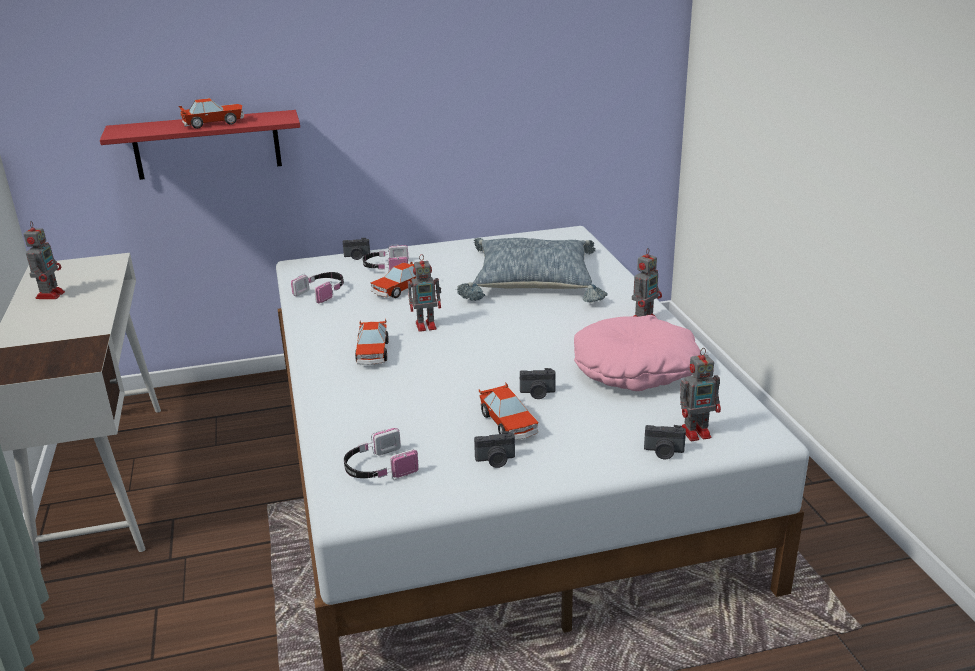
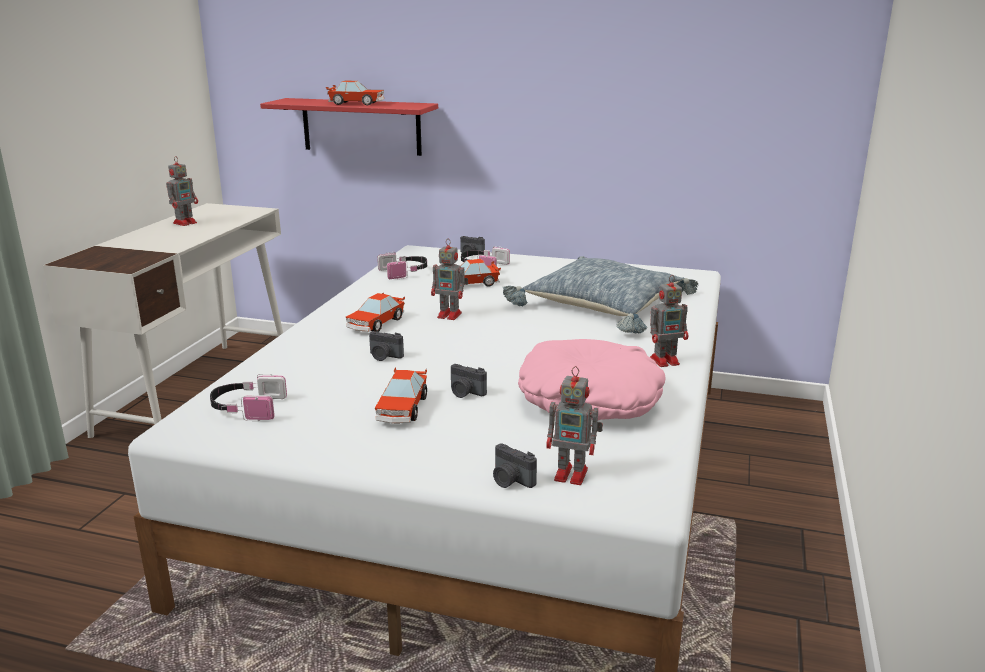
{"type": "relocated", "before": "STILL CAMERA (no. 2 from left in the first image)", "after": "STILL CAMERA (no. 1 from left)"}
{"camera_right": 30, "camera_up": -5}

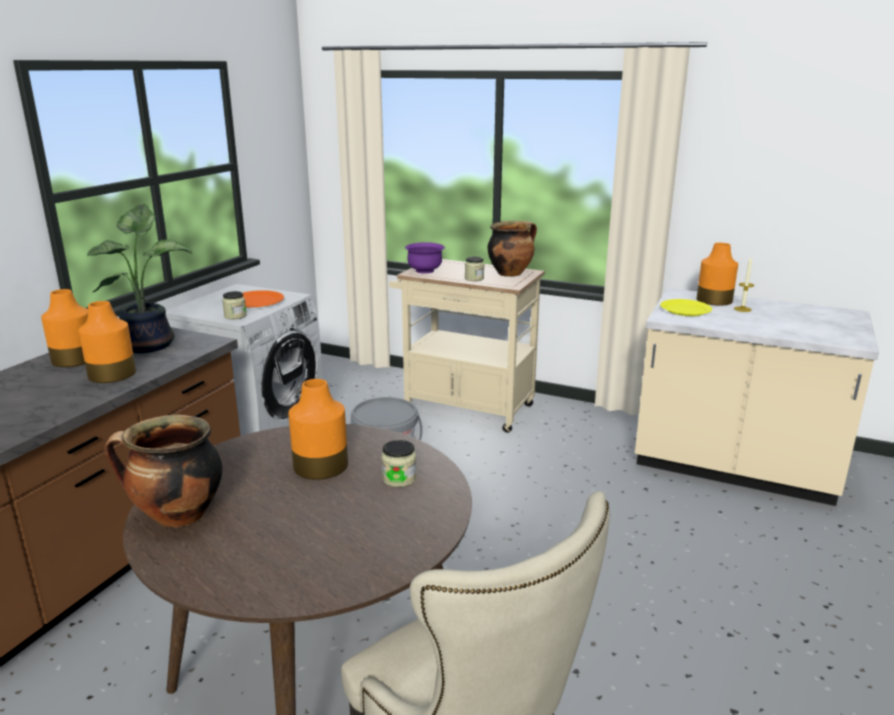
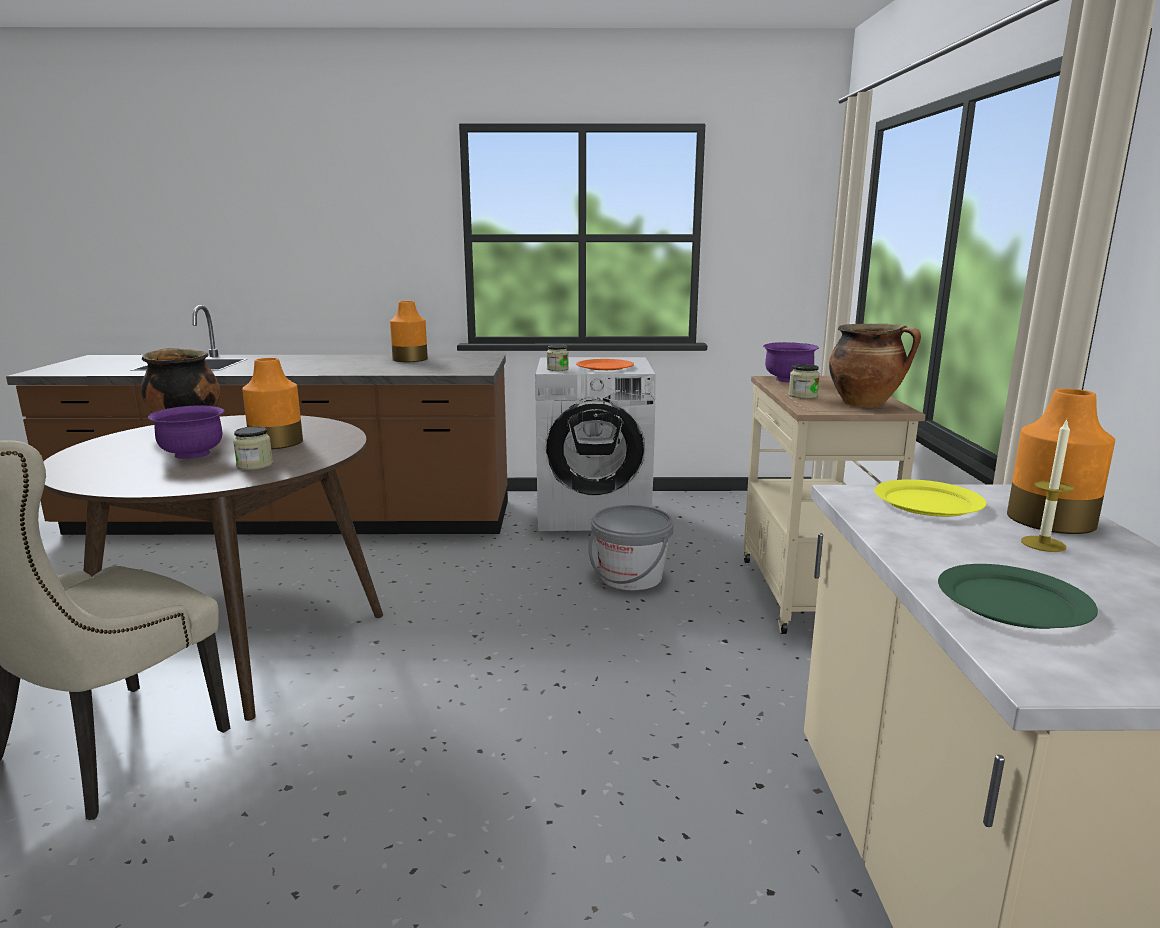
{"type": "appeared", "after": "PURPLISH BOWL (no. 1 from left)"}
{"type": "appeared", "after": "GREEN PLATE"}
{"type": "missing", "before": "ORANGE VASE (no. 2 from left)"}
{"type": "missing", "before": "POTTED PLANT"}
{"camera_right": 65, "camera_up": -5}

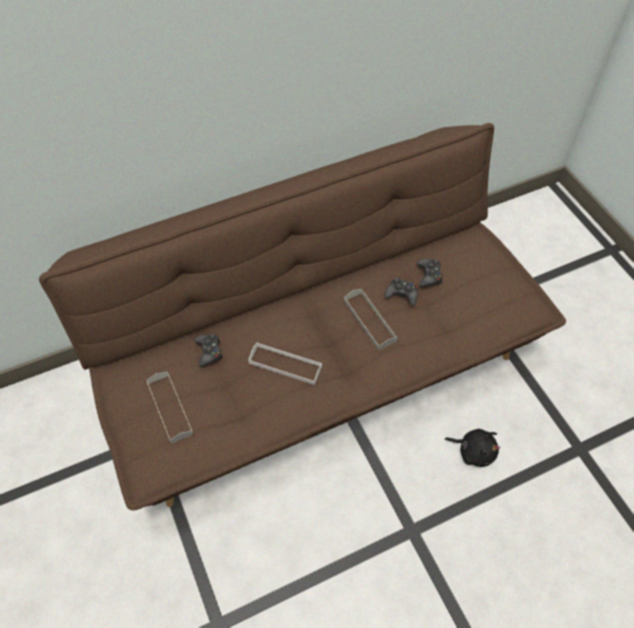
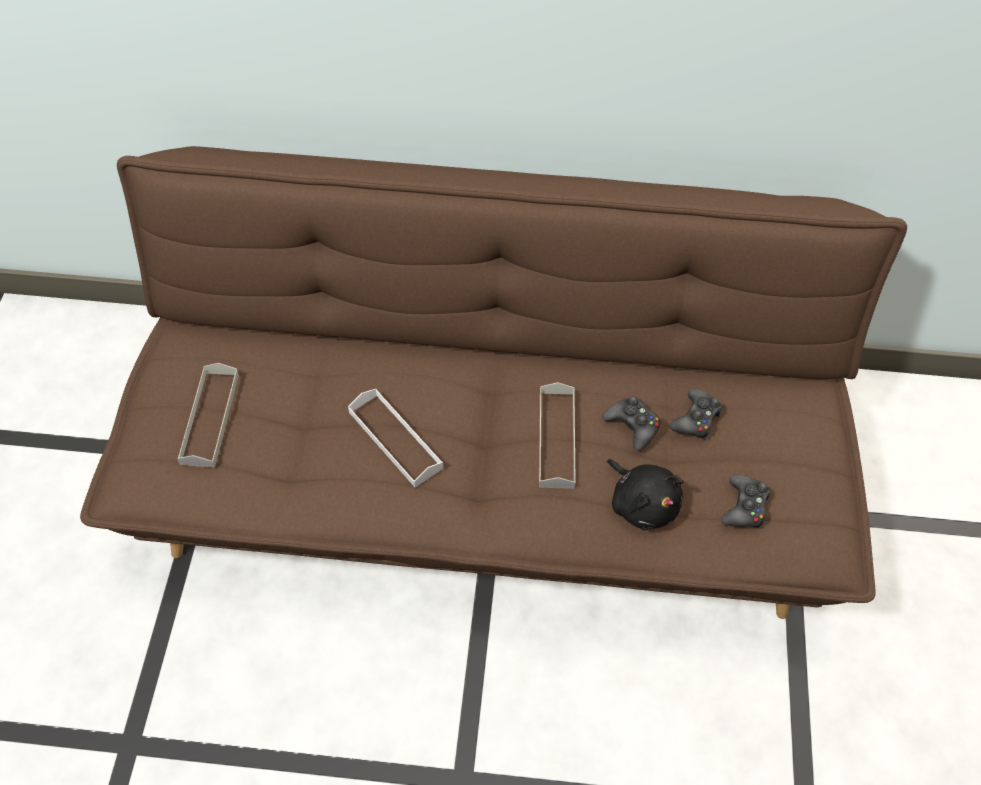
{"type": "relocated", "before": "BLACKISH SOFT TOY"}
{"type": "relocated", "before": "BLACKISH GAME CONTROLLER (no. 1 from left in the first image)", "after": "BLACKISH GAME CONTROLLER (no. 3 from left)"}
{"camera_right": 30, "camera_up": 0}

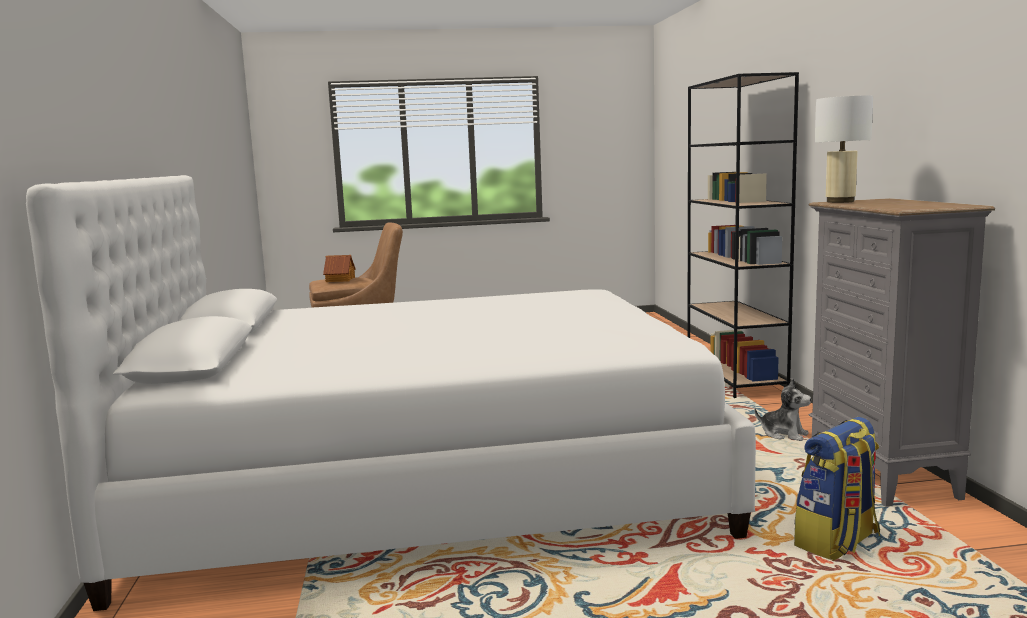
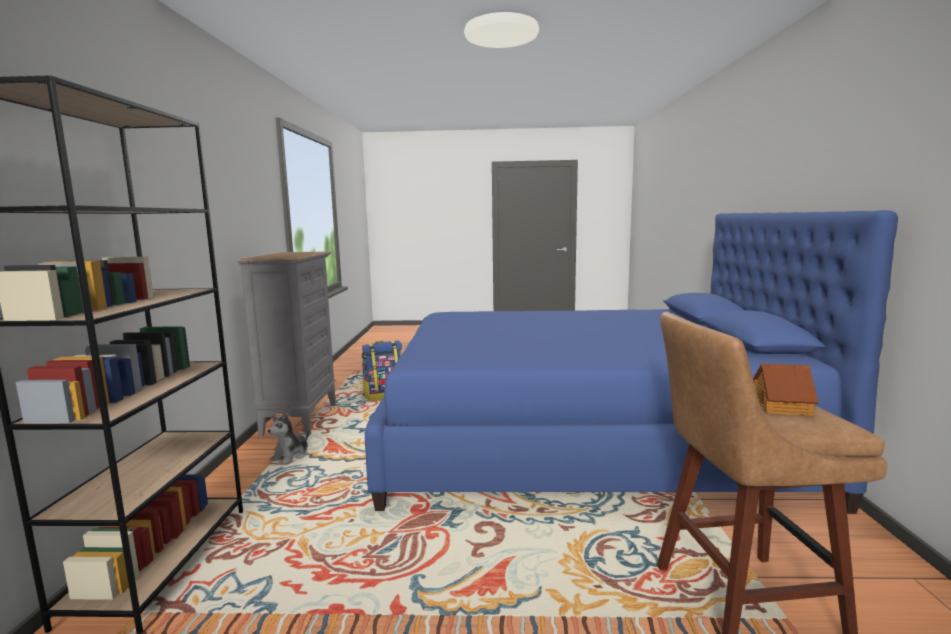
{"type": "spun", "before": "SOFT TOY", "turn": -105}
{"type": "colour", "before": "WHITE-COLOURED BED", "after": "BLUISH BED"}
{"type": "missing", "before": "WHITE-COLOURED TABLETOP LAMP"}
{"camera_right": -170, "camera_up": 0}

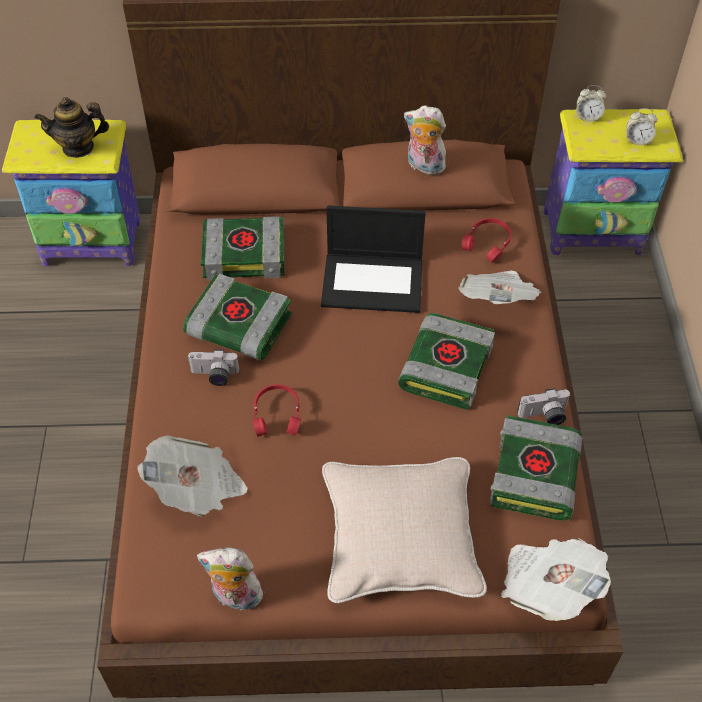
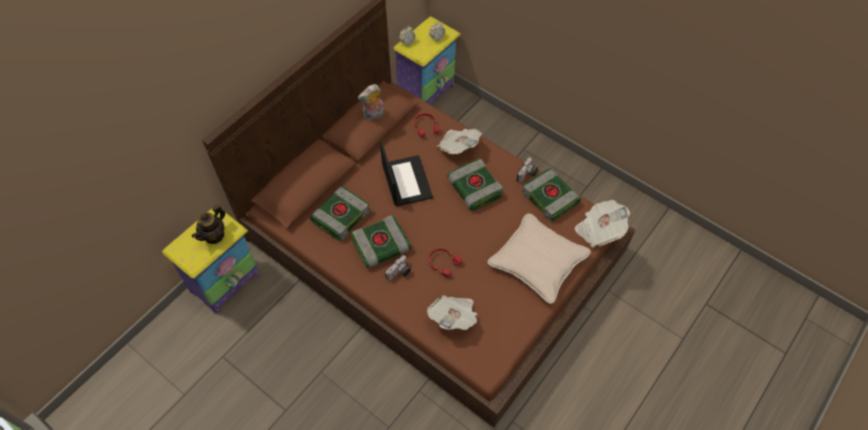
{"type": "spun", "before": "NOTEBOOK COMPUTER", "turn": -60}
{"type": "missing", "before": "SOFT TOY (no. 1 from left)"}
{"camera_right": -50, "camera_up": 5}

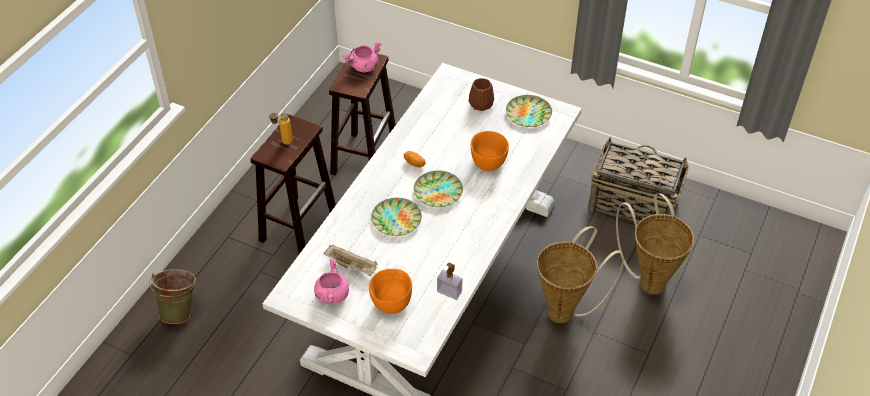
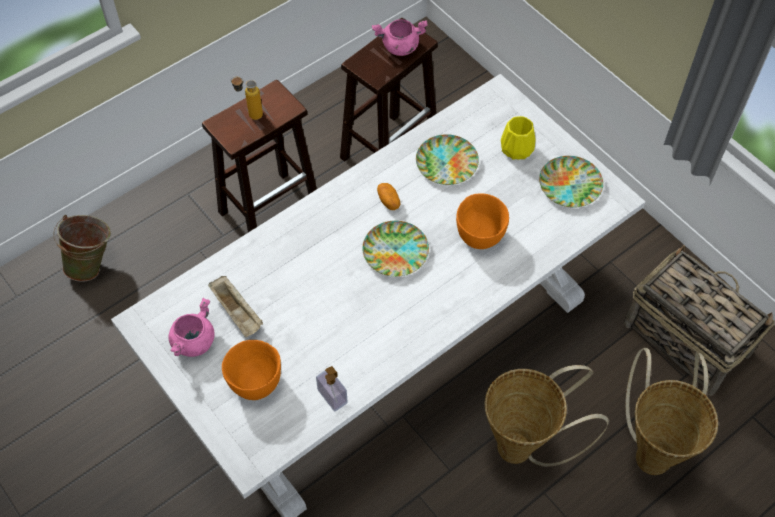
{"type": "relocated", "before": "PLATE (no. 1 from left in the first image)", "after": "PLATE (no. 2 from left)"}
{"type": "colour", "before": "BROWN VASE", "after": "YELLOW VASE"}
{"camera_right": 25, "camera_up": 10}

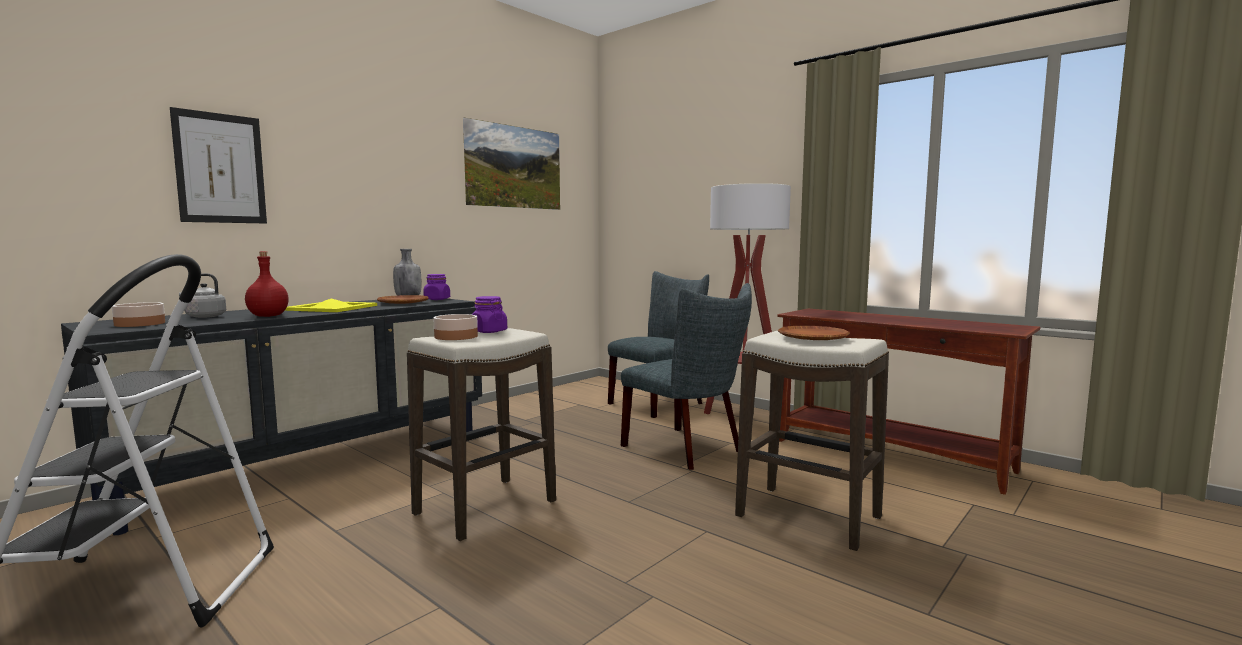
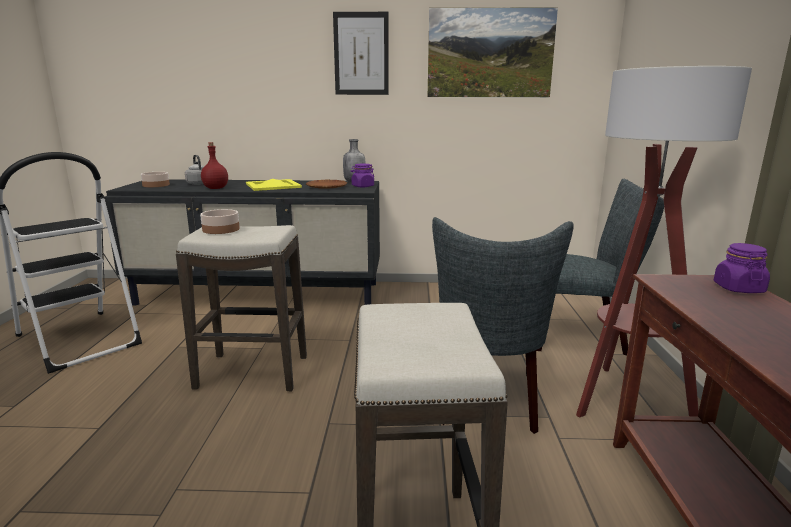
{"type": "relocated", "before": "WALL ART (no. 1 from left)"}
{"type": "relocated", "before": "PURPLISH PRESERVE JAR (no. 2 from left)"}
{"type": "missing", "before": "BROWN PLATE (no. 2 from left)"}
{"camera_right": 50, "camera_up": 10}

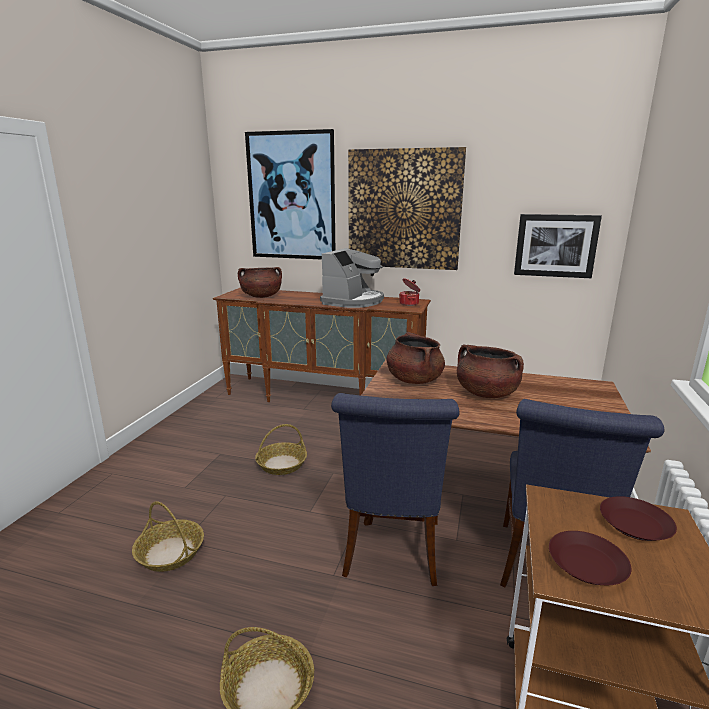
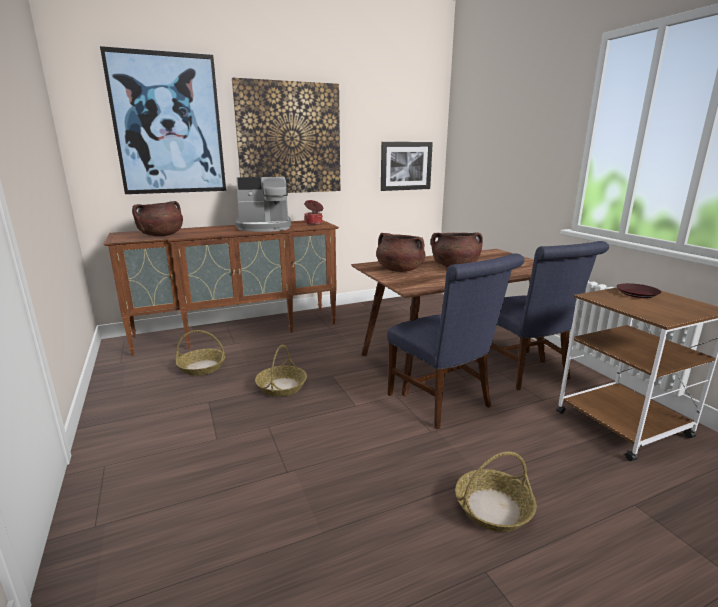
{"type": "relocated", "before": "HOUSEHOLD BASKET (no. 1 from left)"}
{"type": "spun", "before": "COFFEE BREWER", "turn": 90}
{"type": "missing", "before": "BROWN PLATE (no. 1 from left)"}
{"camera_right": -40, "camera_up": 0}

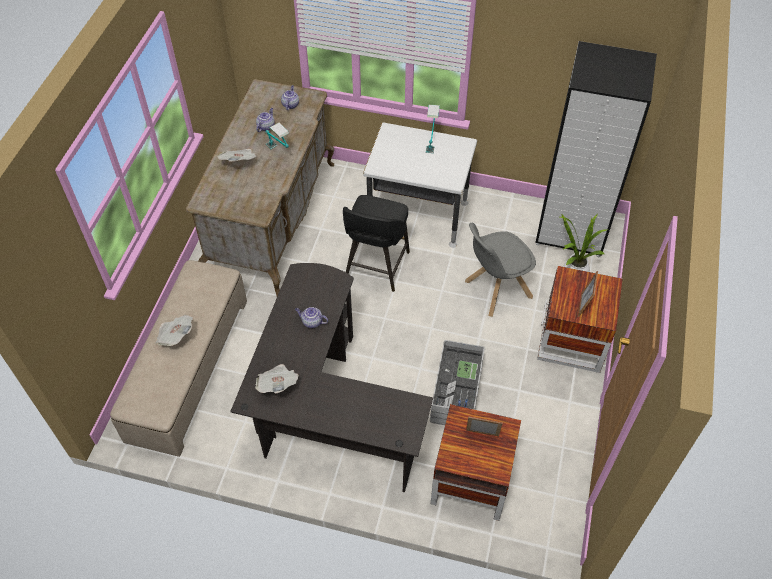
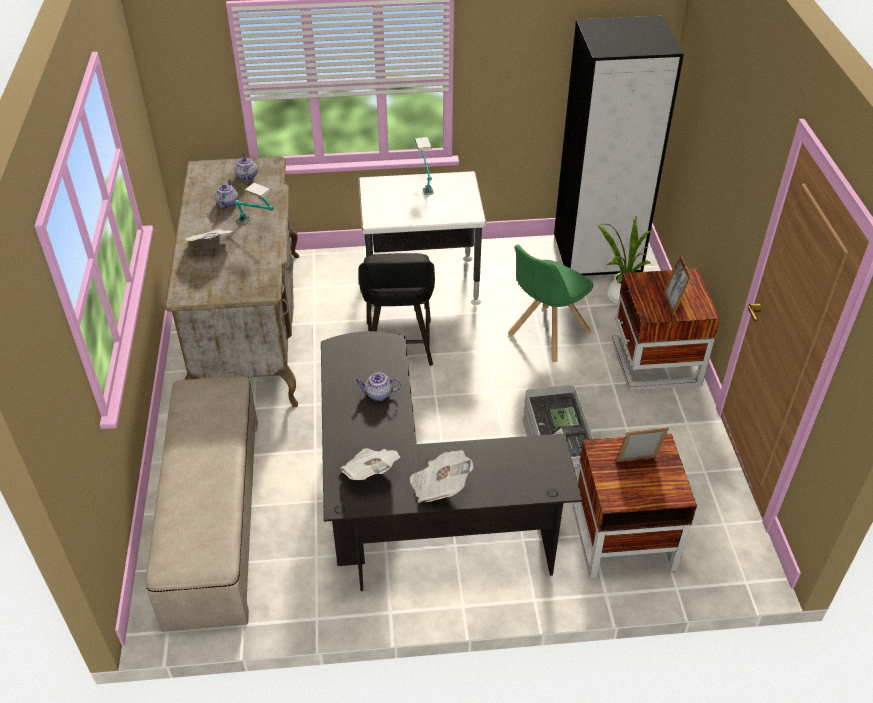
{"type": "relocated", "before": "NEWSPAPER (no. 1 from left in the first image)", "after": "NEWSPAPER (no. 3 from left)"}
{"type": "colour", "before": "GRAY CHAIR", "after": "GREEN CHAIR"}
{"camera_right": -20, "camera_up": -10}

